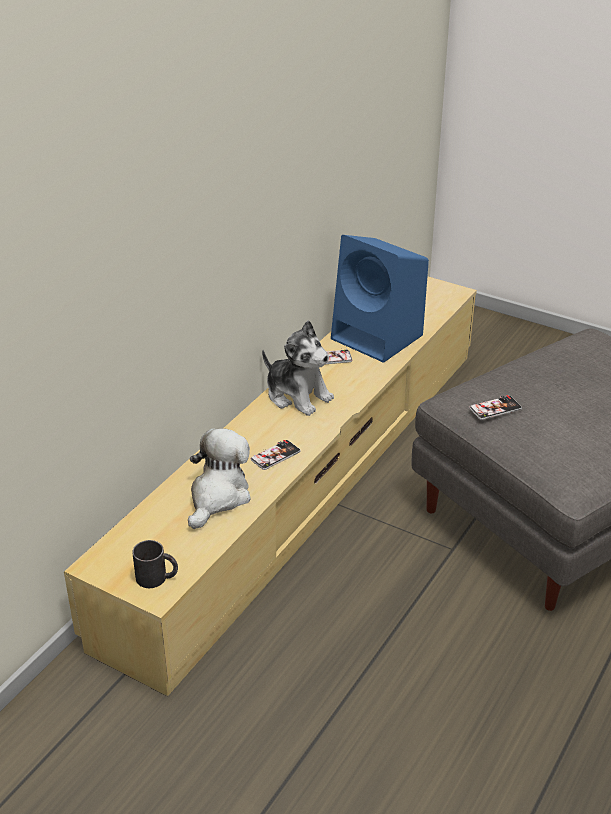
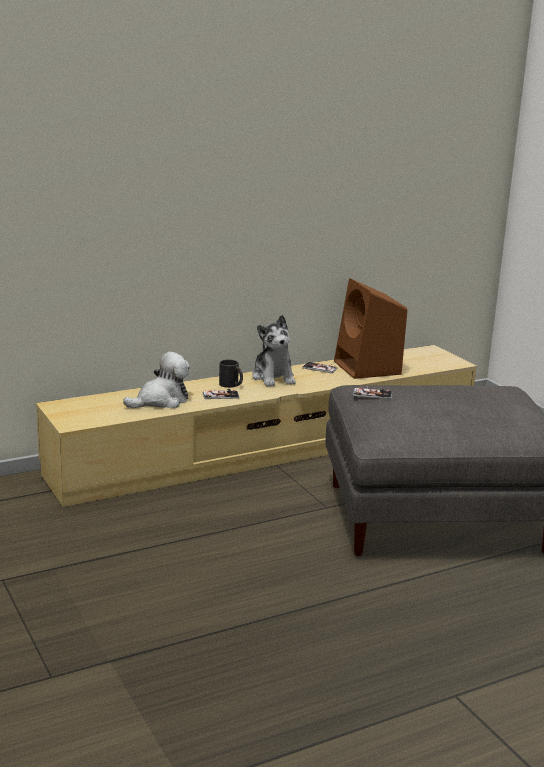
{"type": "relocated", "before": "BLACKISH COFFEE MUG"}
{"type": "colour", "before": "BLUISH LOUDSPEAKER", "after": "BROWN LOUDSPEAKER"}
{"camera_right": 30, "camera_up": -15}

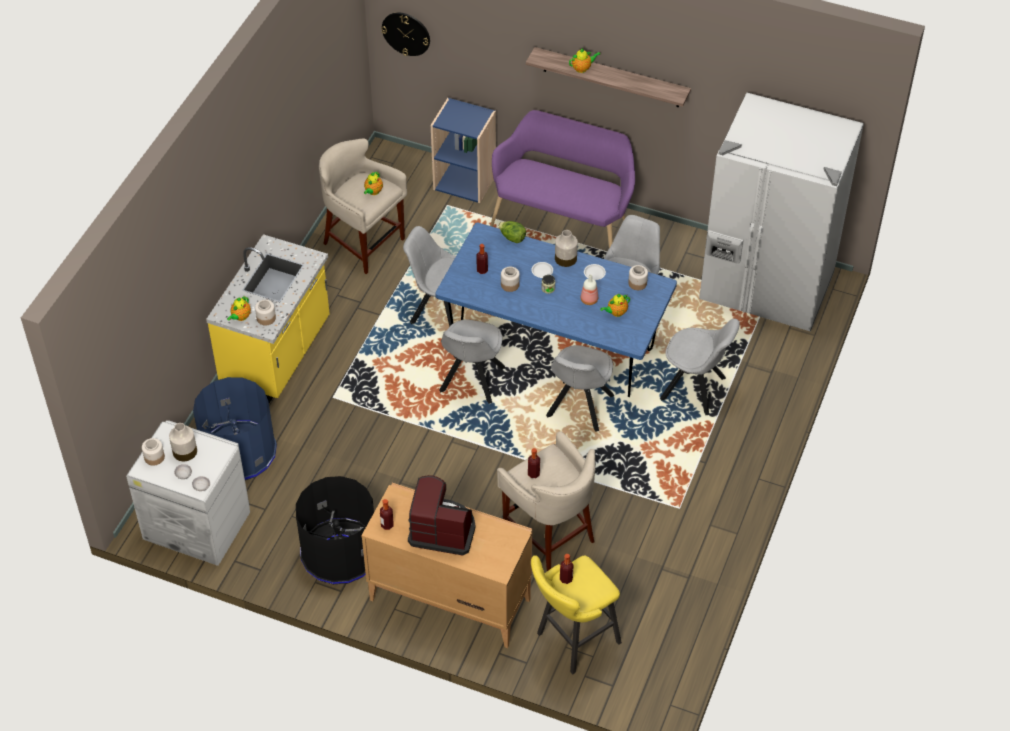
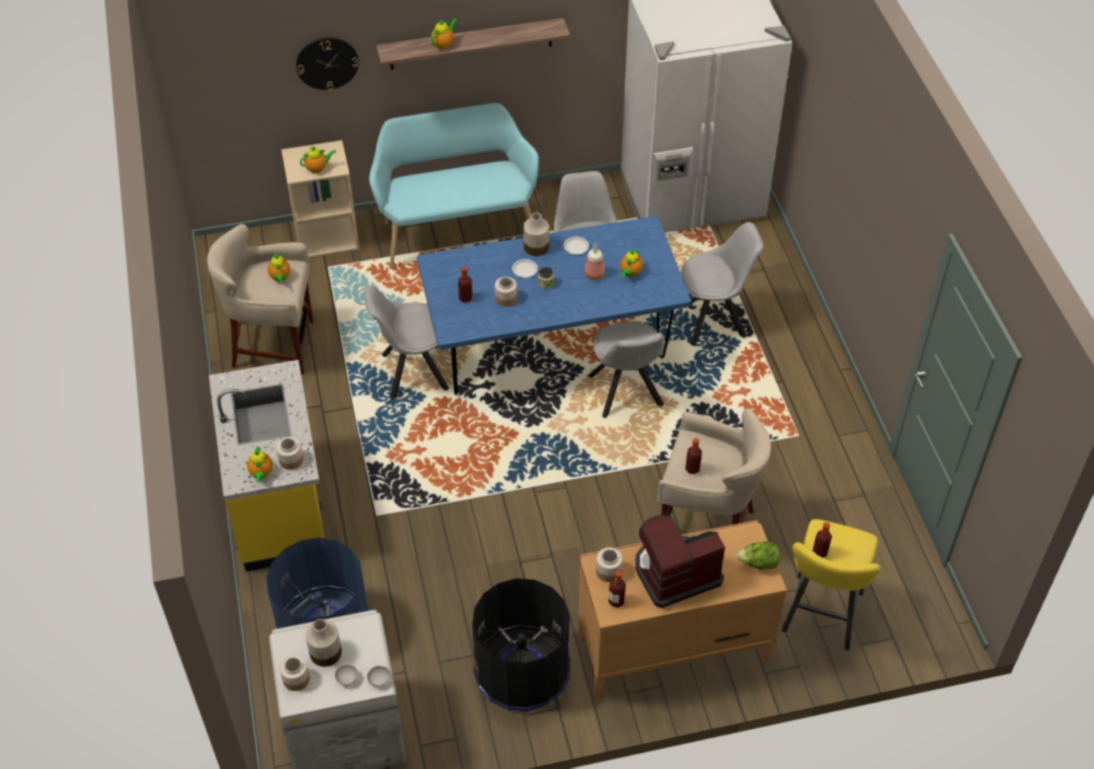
{"type": "colour", "before": "BLUISH SHELVING UNIT", "after": "SAND-COLOURED SHELVING UNIT"}
{"type": "relocated", "before": "CLOCK ON THE WALL"}
{"type": "appeared", "after": "TEA POT (no. 3 from left)"}
{"type": "colour", "before": "PURPLISH BENCH", "after": "TURQUOISE-COLOURED BENCH"}
{"type": "relocated", "before": "PRESERVE JAR (no. 5 from left)"}
{"type": "relocated", "before": "LETTUCE HEAD"}
{"type": "missing", "before": "GRAY CHAIR (no. 2 from left)"}
{"camera_right": -35, "camera_up": 0}

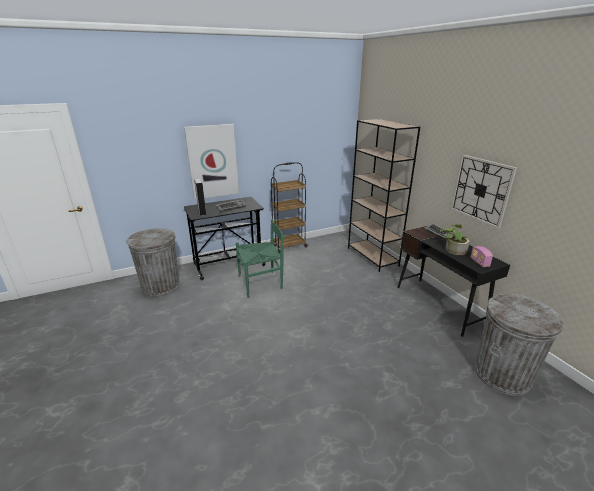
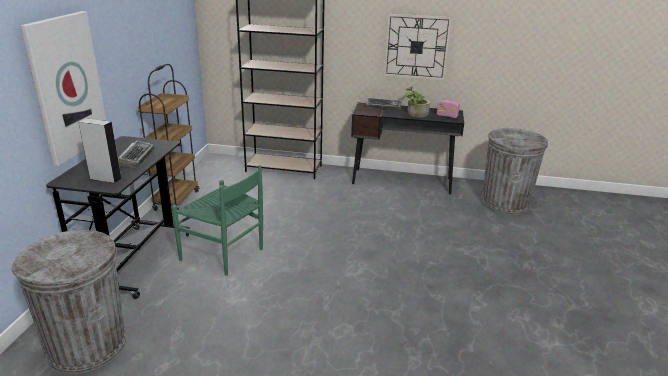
{"type": "spun", "before": "GREEN CHAIR", "turn": 105}
{"camera_right": -55, "camera_up": 0}

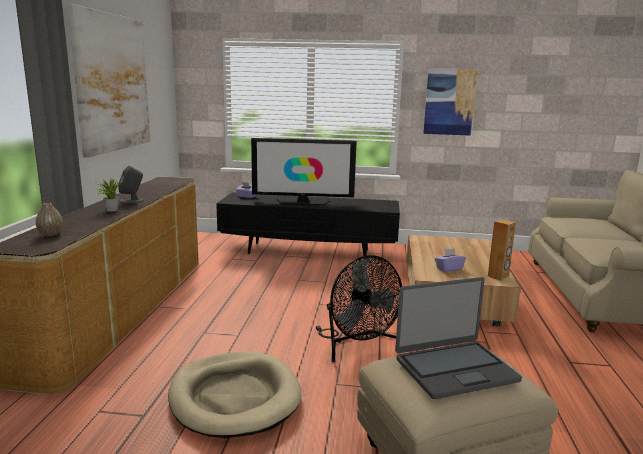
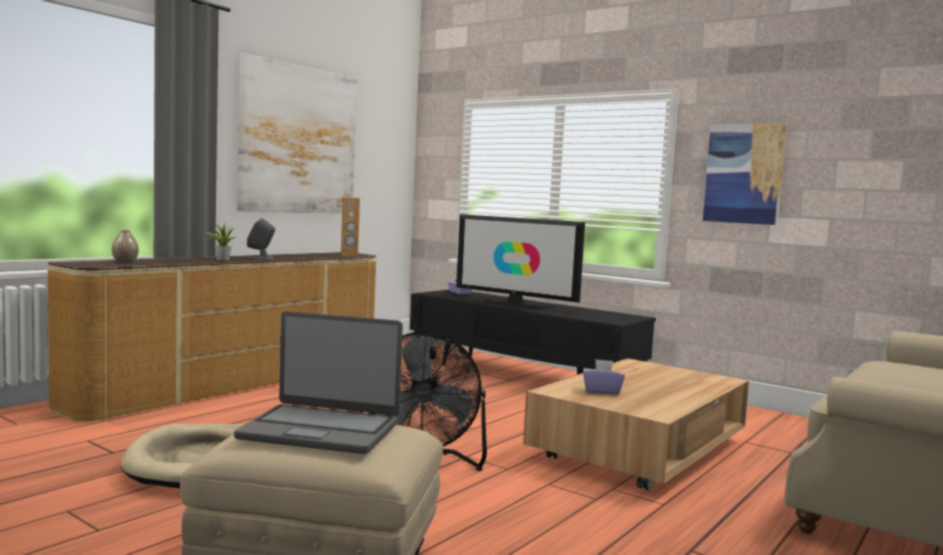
{"type": "relocated", "before": "BROWN LOUDSPEAKER"}
{"camera_right": 30, "camera_up": -10}

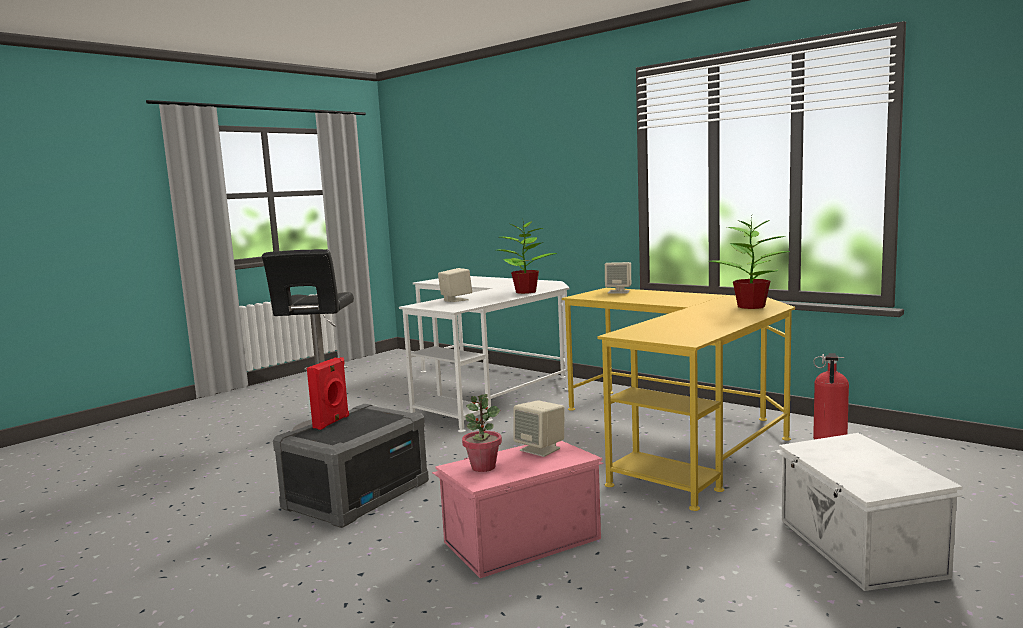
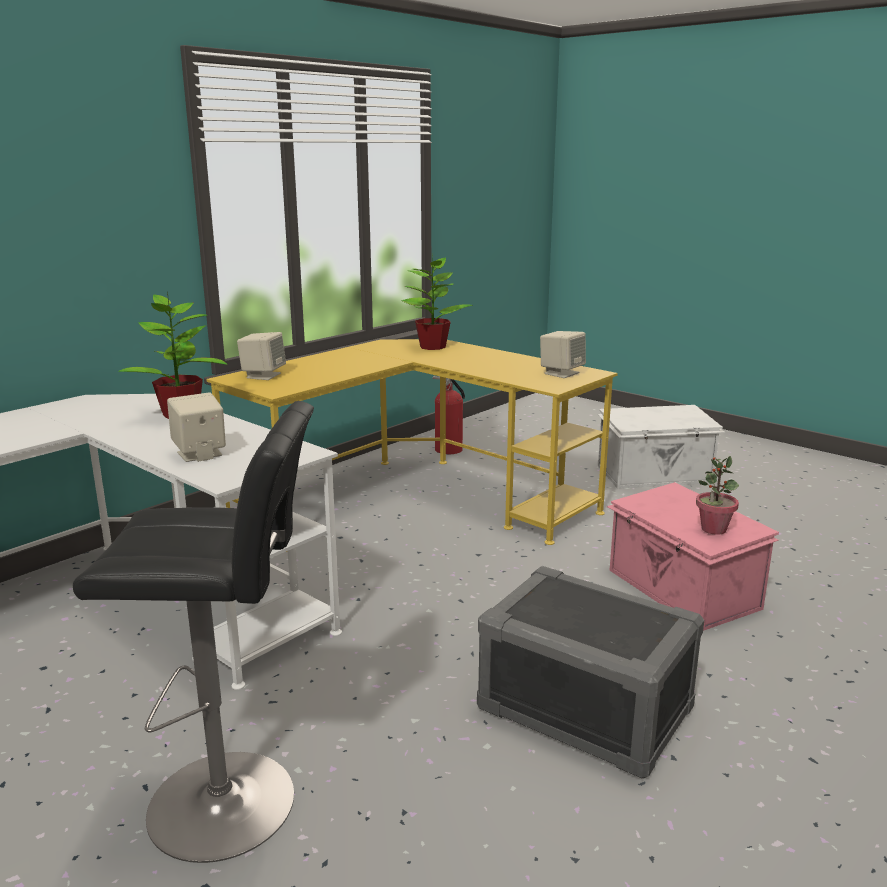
{"type": "relocated", "before": "SAND-COLOURED LOUDSPEAKER (no. 2 from left in the first image)", "after": "SAND-COLOURED LOUDSPEAKER (no. 3 from left)"}
{"type": "missing", "before": "RED LOUDSPEAKER"}
{"camera_right": -90, "camera_up": 10}

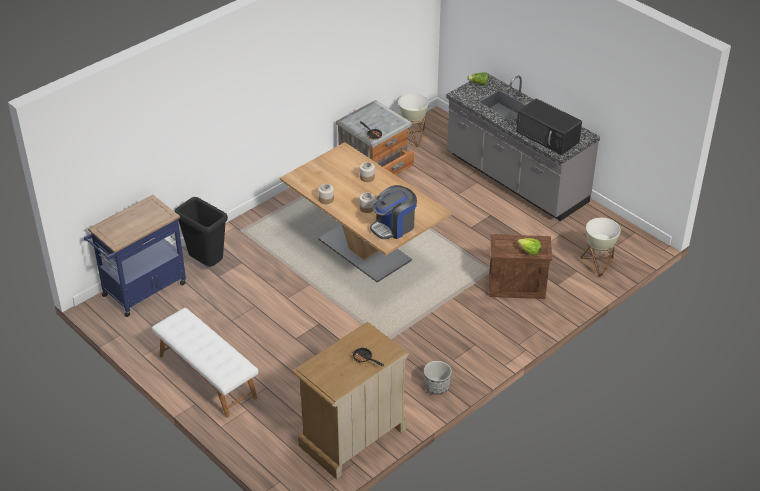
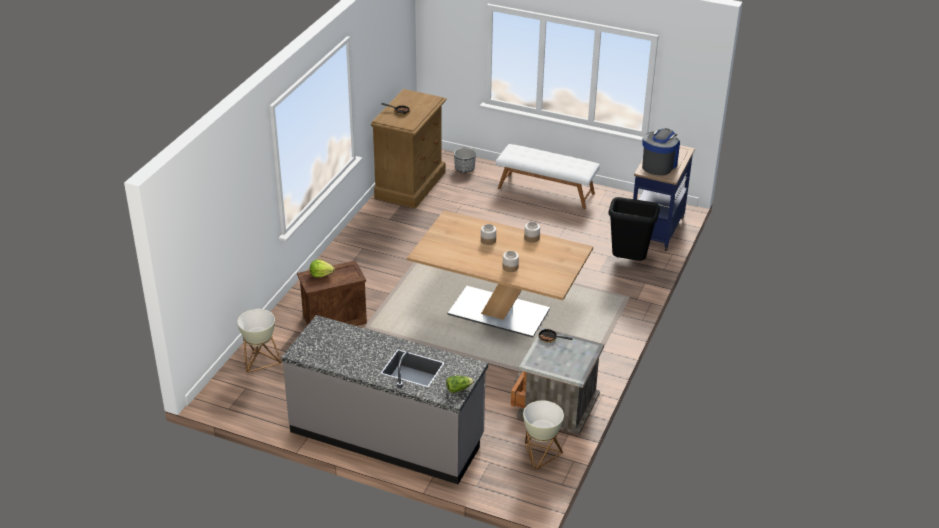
{"type": "relocated", "before": "PLANT POT (no. 2 from left)"}
{"type": "relocated", "before": "COFFEE BREWER"}
{"type": "missing", "before": "BLACKISH MICROWAVE OVEN"}
{"camera_right": 155, "camera_up": -5}

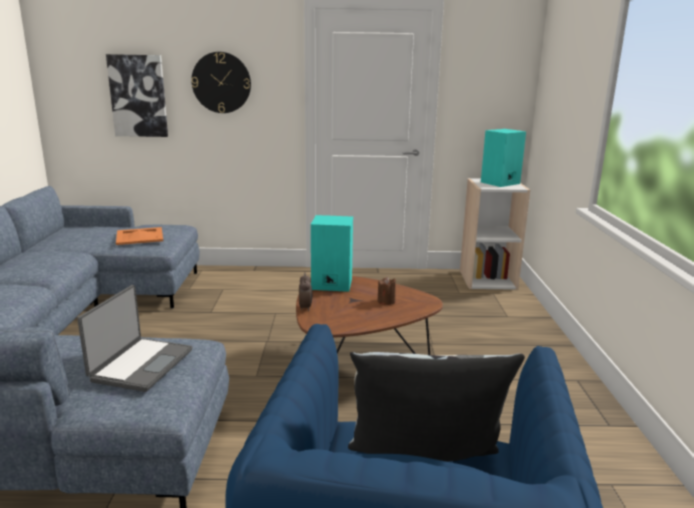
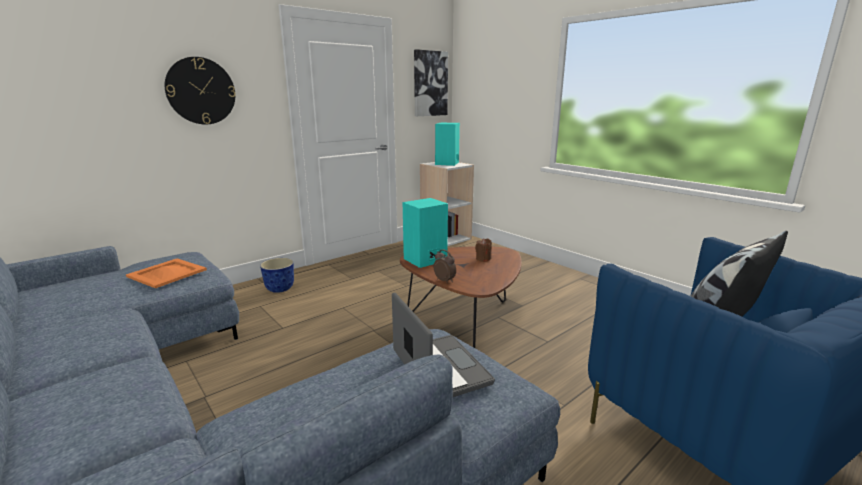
{"type": "appeared", "after": "PLANT POT"}
{"type": "relocated", "before": "WALL ART"}
{"camera_right": -40, "camera_up": 0}

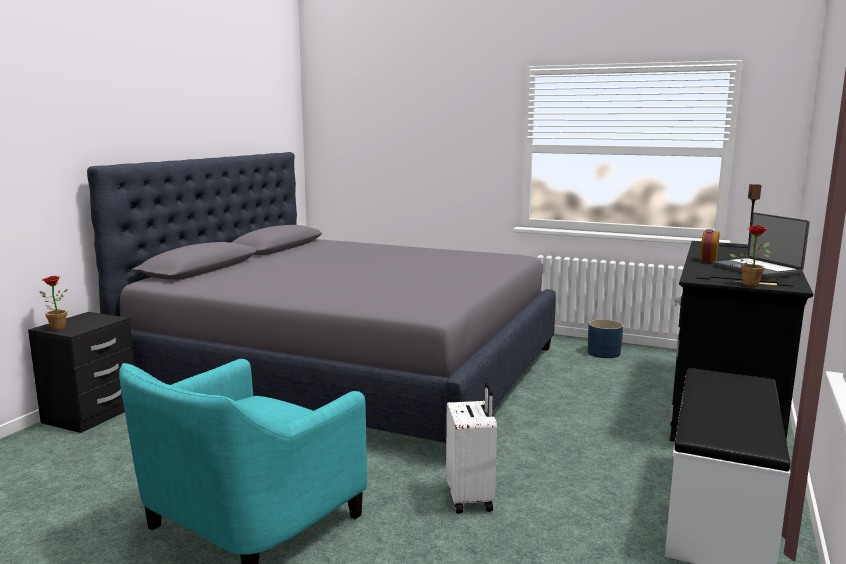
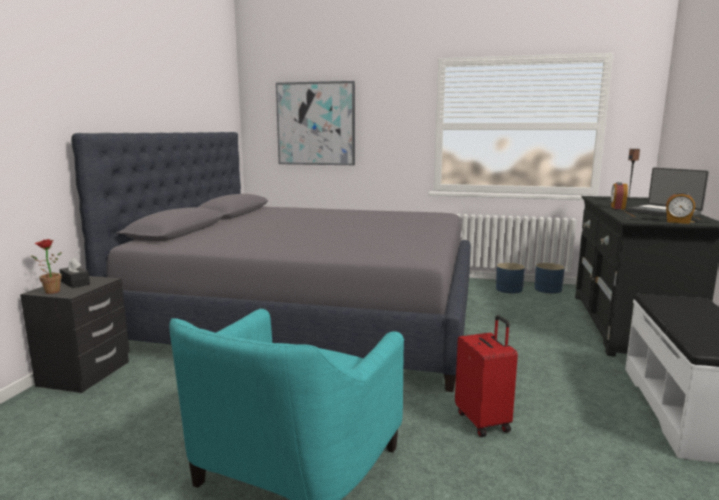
{"type": "appeared", "after": "BLACKISH TISSUE BOX"}
{"type": "appeared", "after": "WALL ART"}
{"type": "colour", "before": "WHITE-COLOURED TRAVEL CASE", "after": "RED TRAVEL CASE"}
{"type": "appeared", "after": "BLUISH PLANT POT (no. 2 from left)"}
{"type": "exchanged", "before": "POTTED PLANT (no. 2 from left)", "after": "ALARM CLOCK (no. 2 from left)"}
{"camera_right": -10, "camera_up": 0}

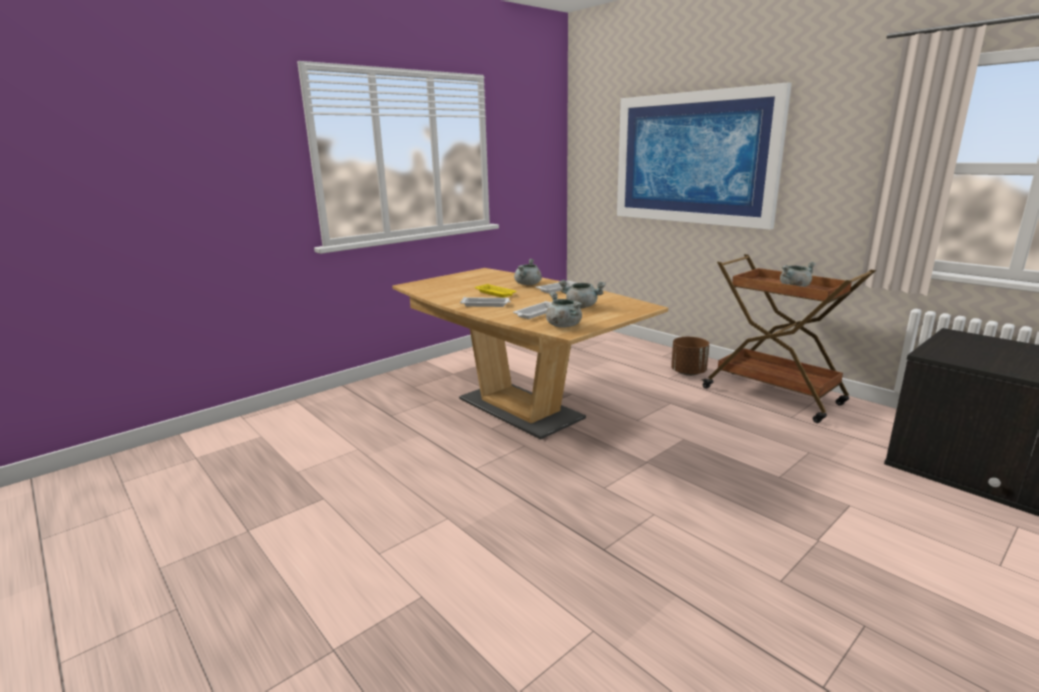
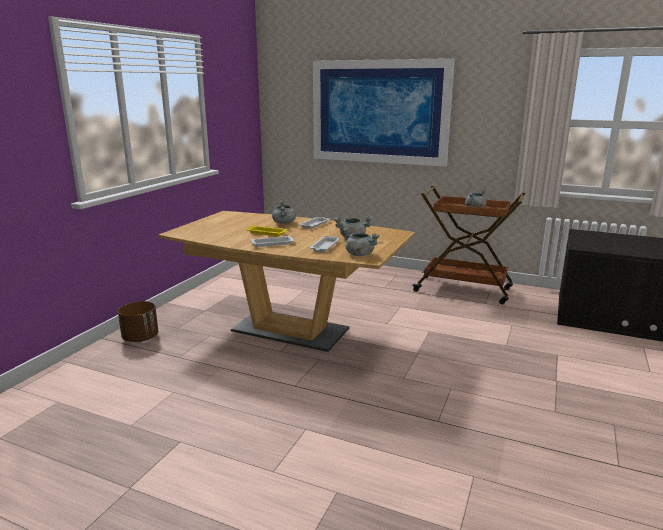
{"type": "relocated", "before": "BROWN PLANT POT"}
{"camera_right": -25, "camera_up": 0}

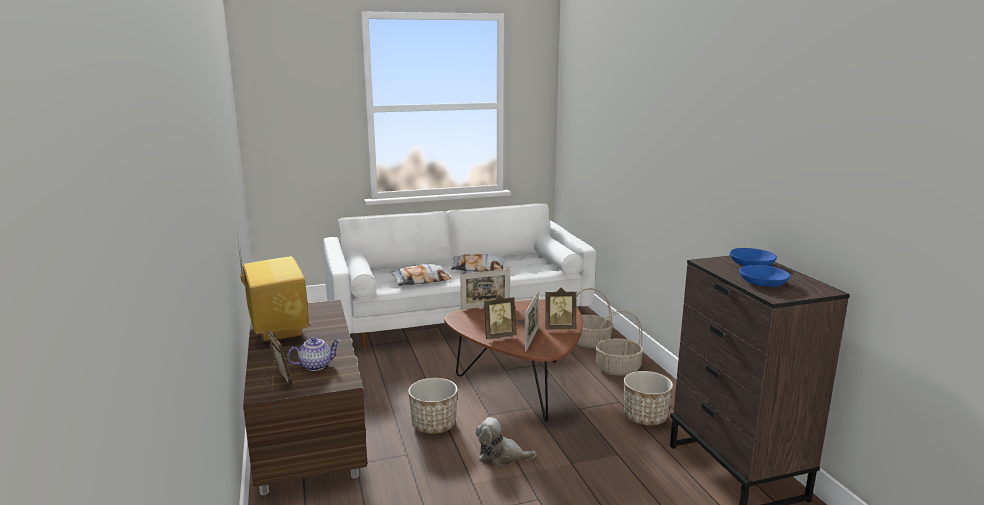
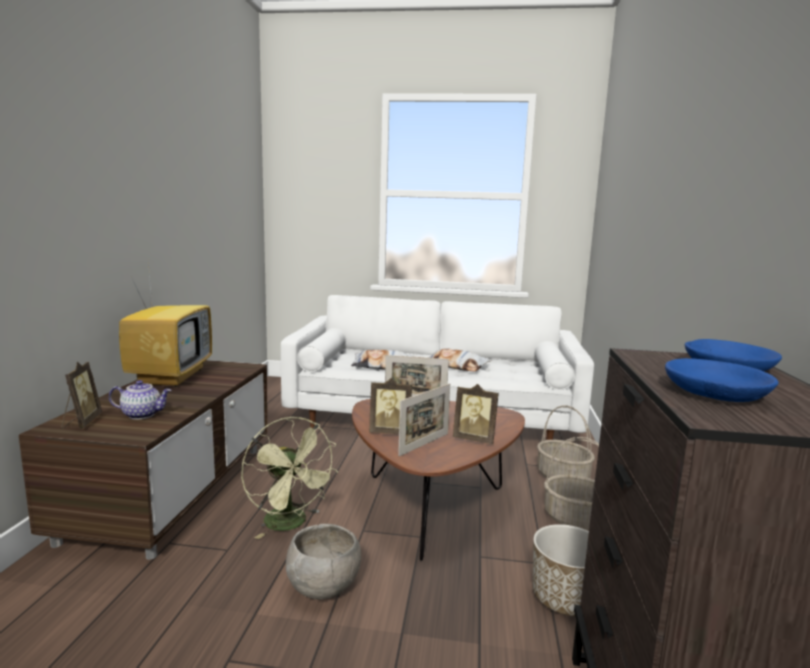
{"type": "exchanged", "before": "PLANT POT (no. 1 from left)", "after": "GREEN COOLING FAN"}
{"type": "exchanged", "before": "SOFT TOY", "after": "GRAY BOWL"}
{"camera_right": 25, "camera_up": -5}

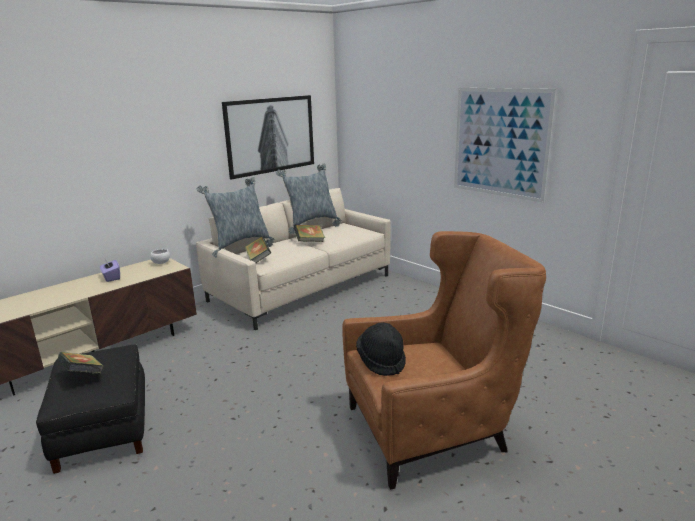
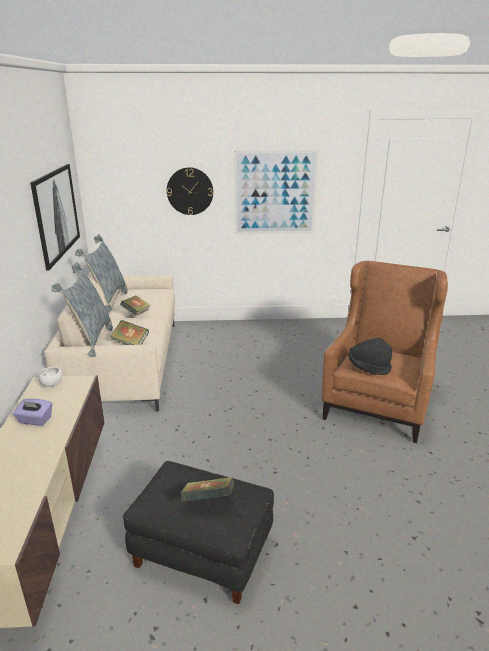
{"type": "appeared", "after": "CLOCK ON THE WALL"}
{"camera_right": -50, "camera_up": 5}

